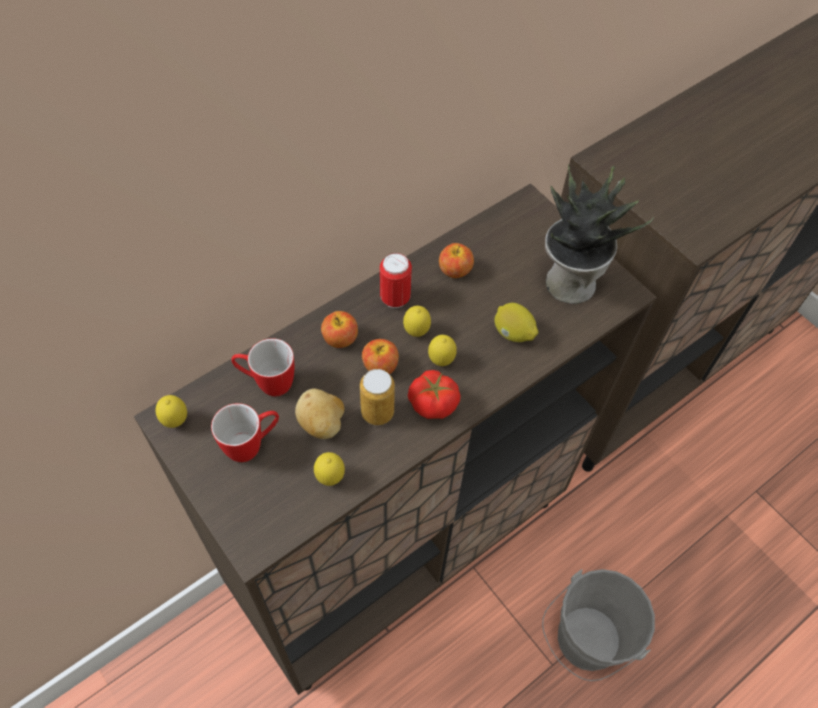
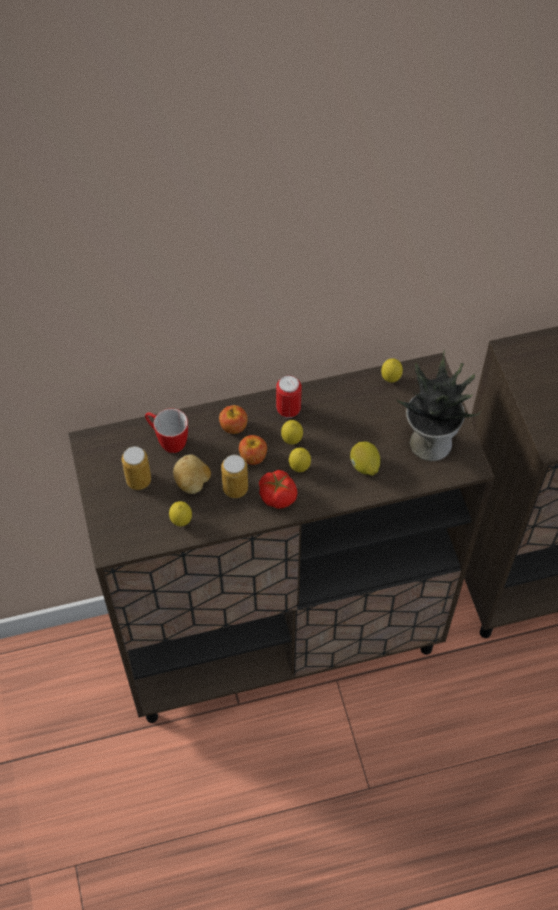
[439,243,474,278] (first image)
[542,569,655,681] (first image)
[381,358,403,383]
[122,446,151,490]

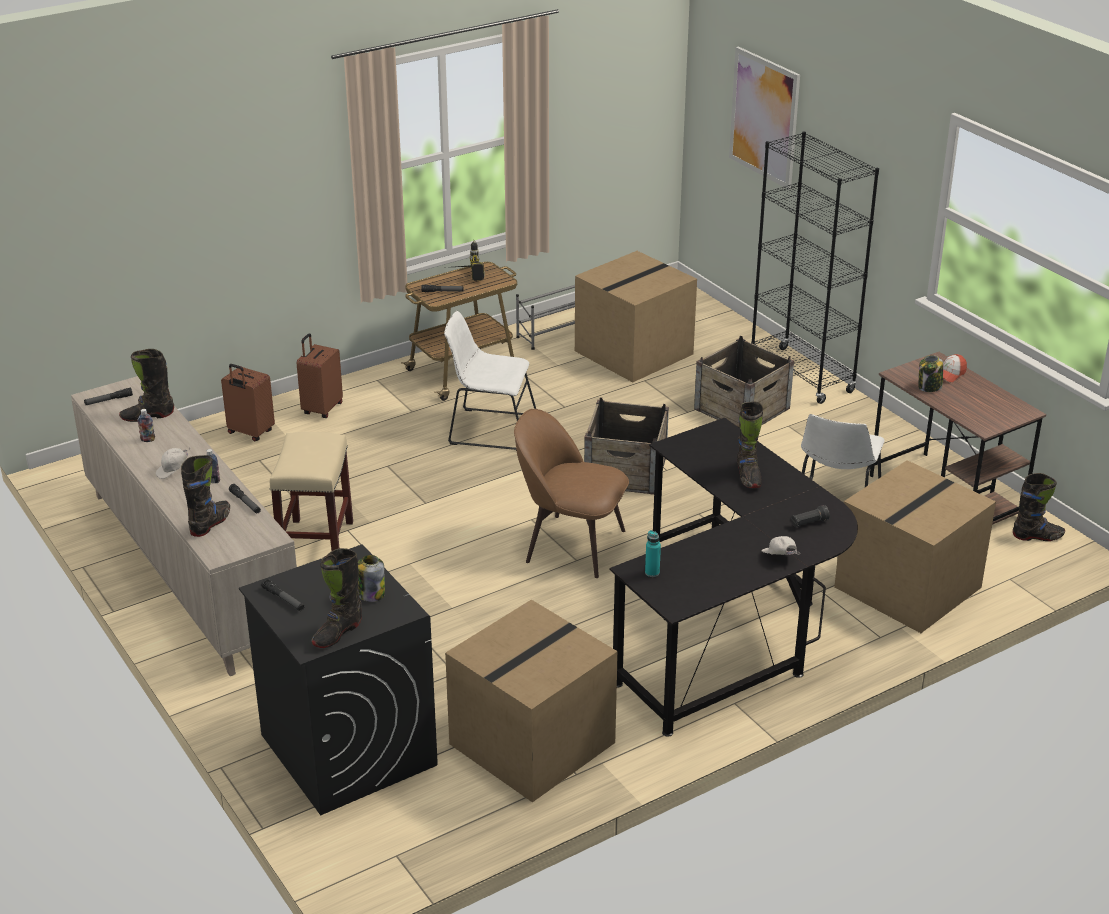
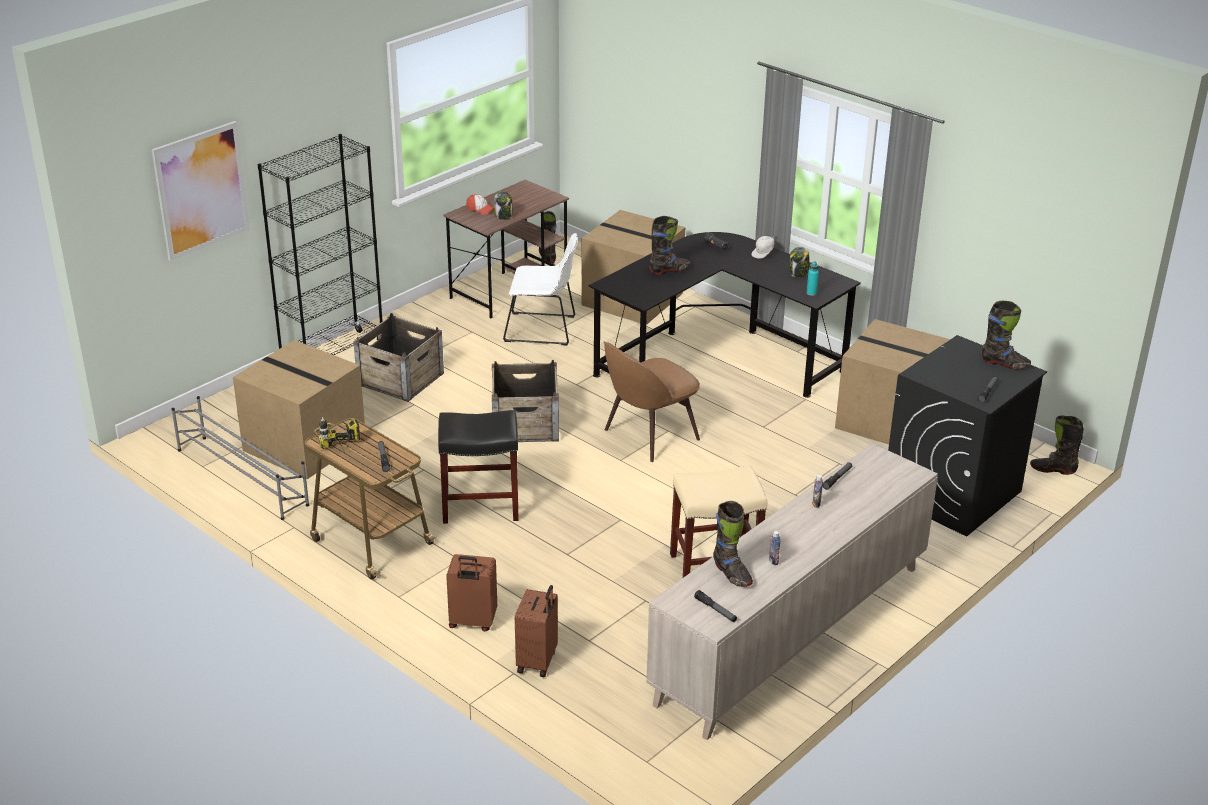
[156,447,191,479] (first image)
[1030,415,1084,475]
[790,247,810,277]
[438,410,519,524]
[604,342,700,462]

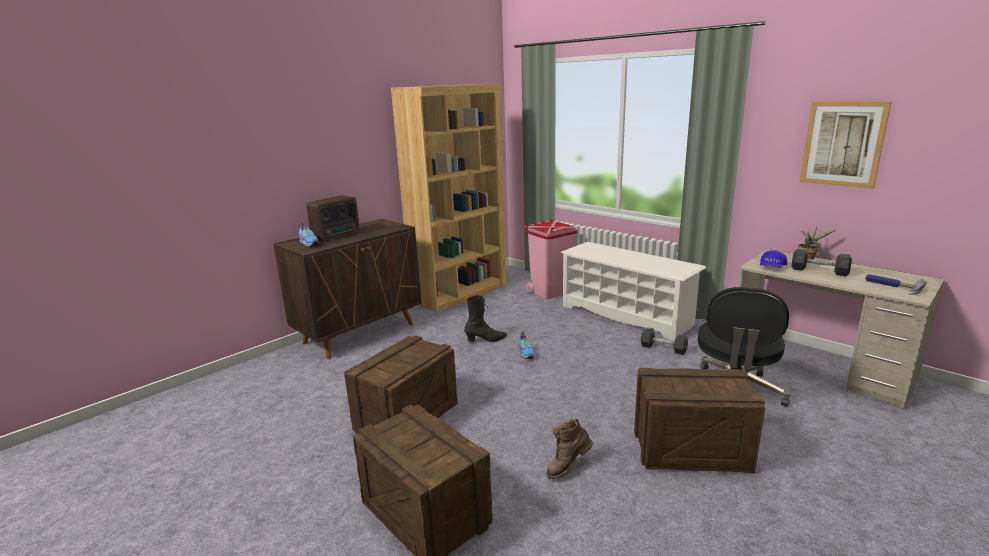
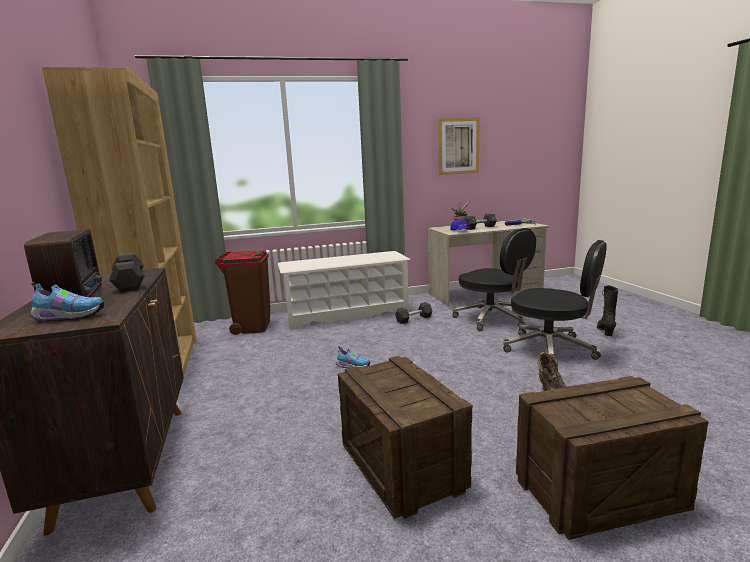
[109,253,145,292]
[597,285,618,336]
[503,240,607,367]
[215,250,270,335]

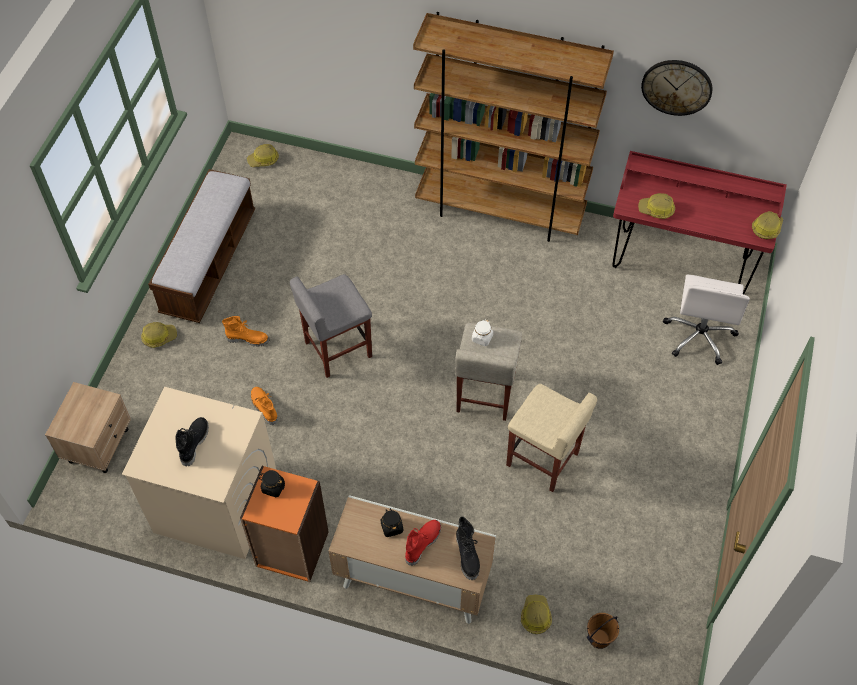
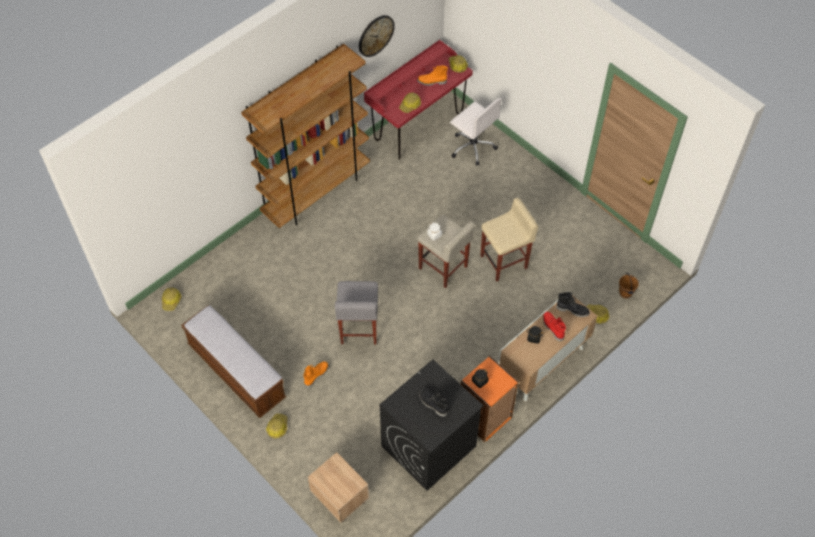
[417,65,448,86]
[380,359,483,491]

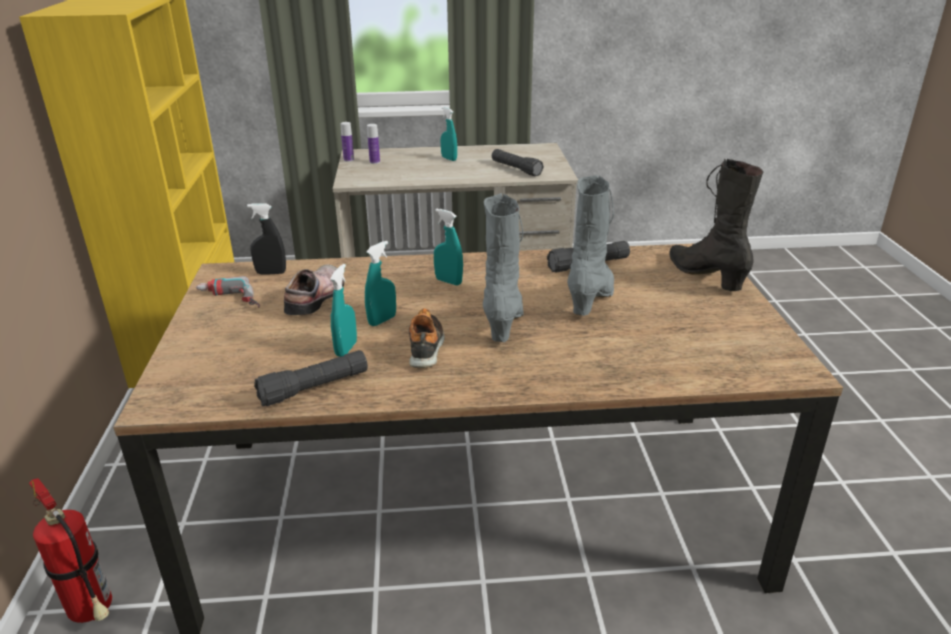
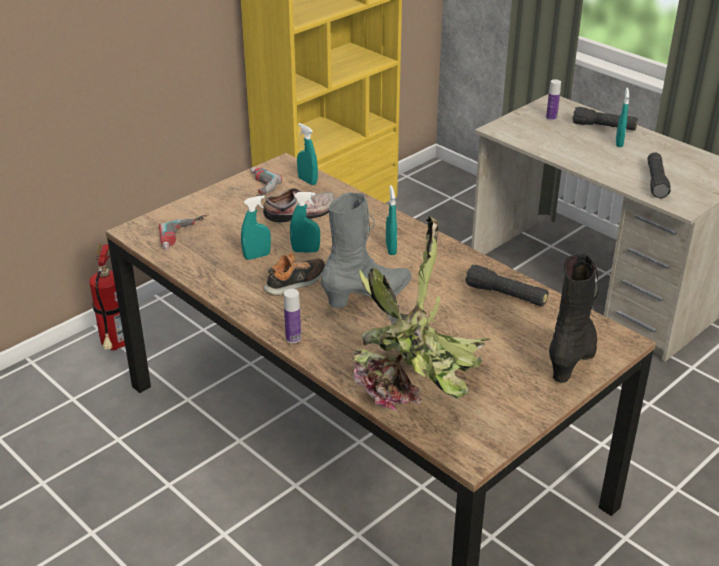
[567,175,614,316] (first image)
[159,215,208,250]
[351,216,490,411]
[573,107,638,130]
[284,289,301,343]
[297,123,318,185]

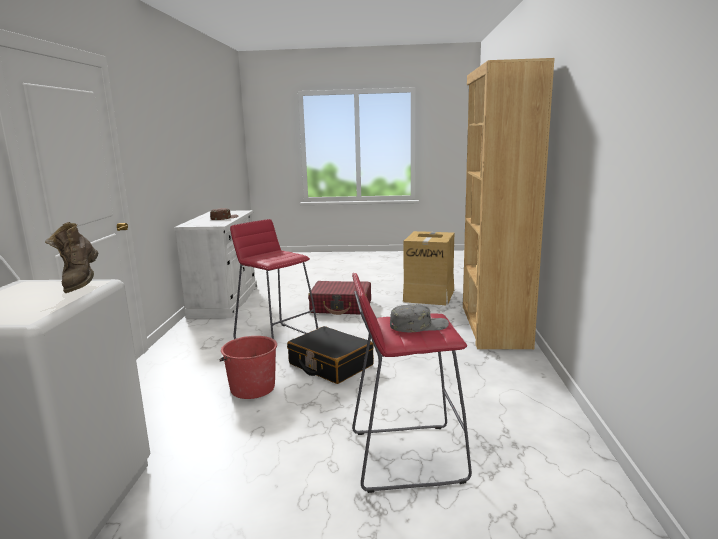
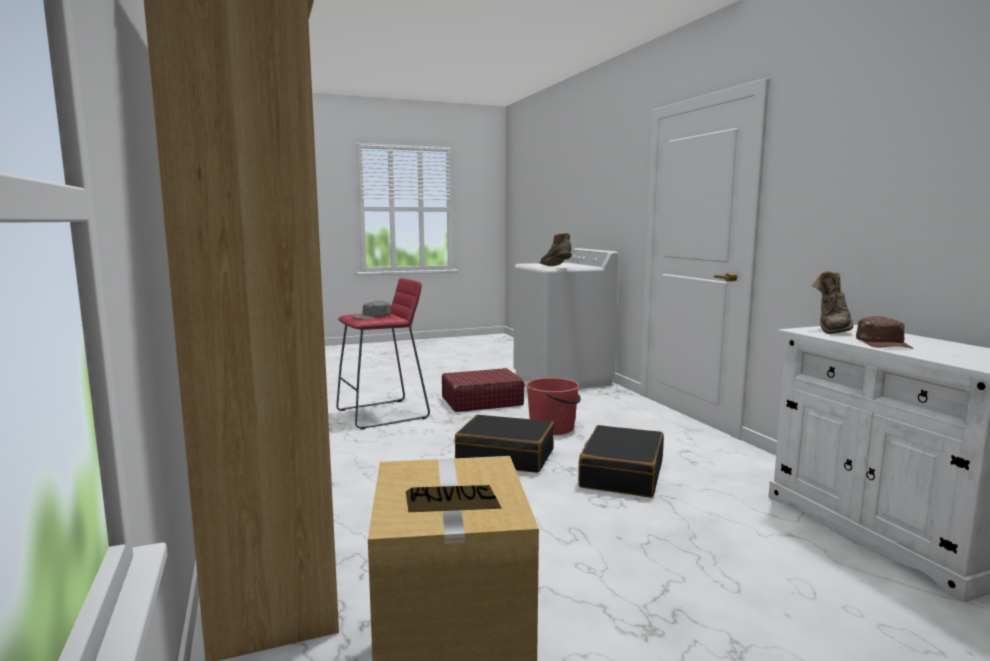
[812,271,853,334]
[442,368,525,412]
[578,425,664,498]

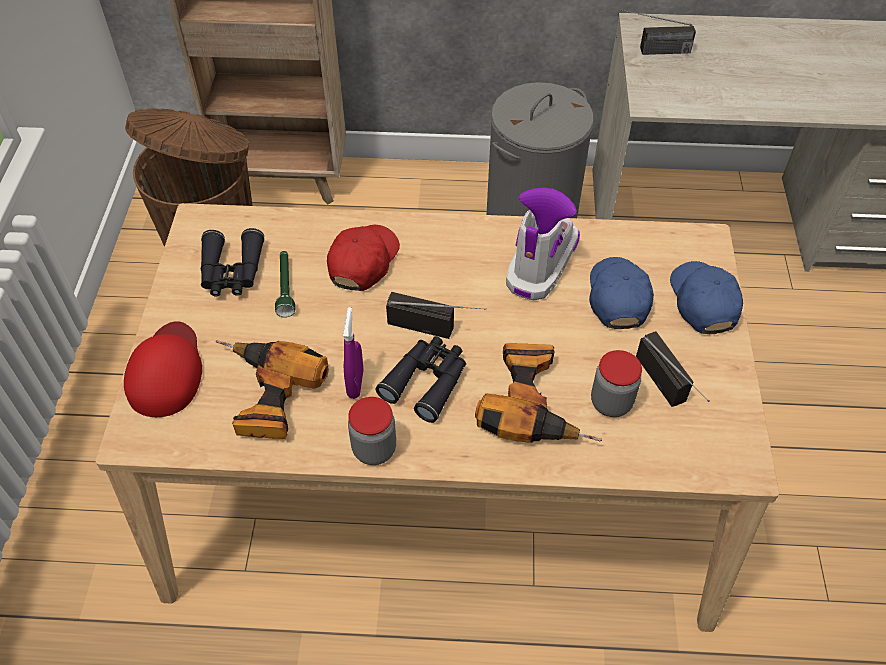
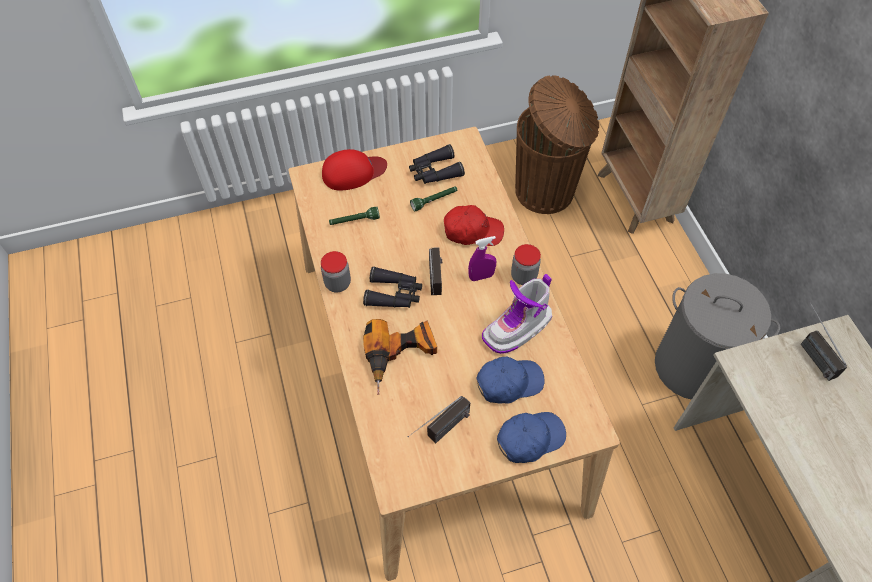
[468,236,496,281]
[511,244,541,285]
[329,207,380,225]
[482,274,552,354]

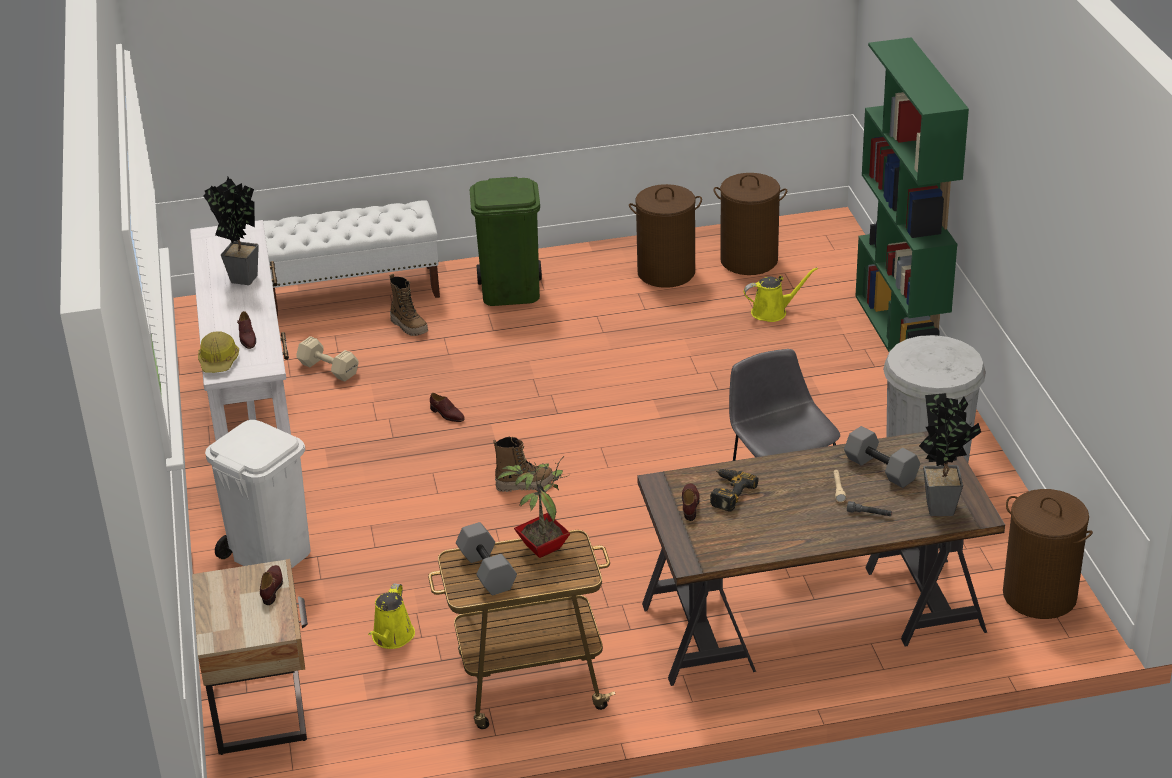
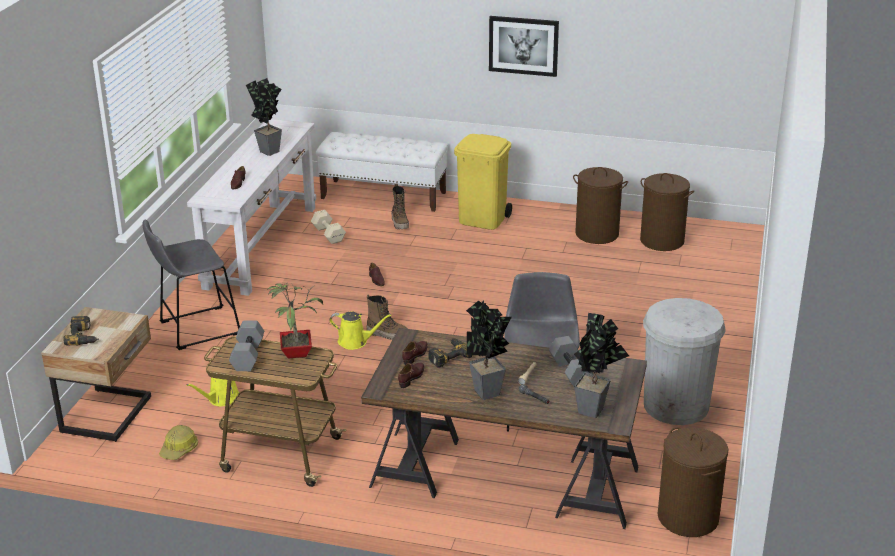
[855,37,969,352] (first image)
[63,316,99,345]
[466,300,512,400]
[489,16,559,77]
[159,425,198,460]
[398,363,424,388]
[329,311,392,350]
[142,220,240,350]
[454,134,512,230]

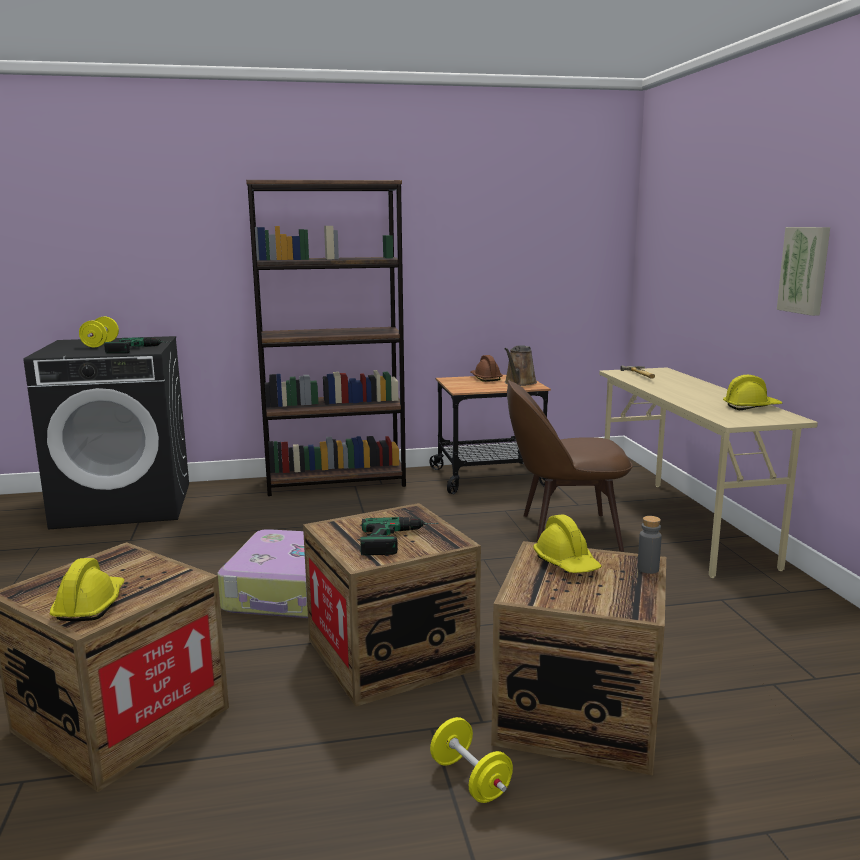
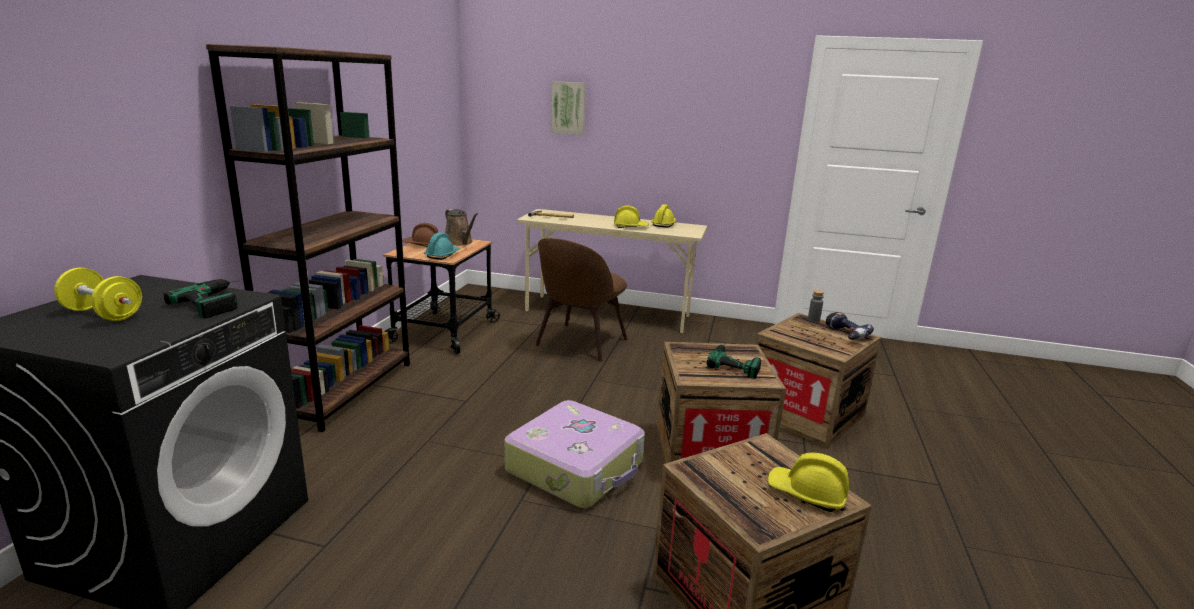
[430,717,513,803] (first image)
[424,232,461,260]
[826,312,874,340]
[614,206,649,228]
[551,81,586,135]

